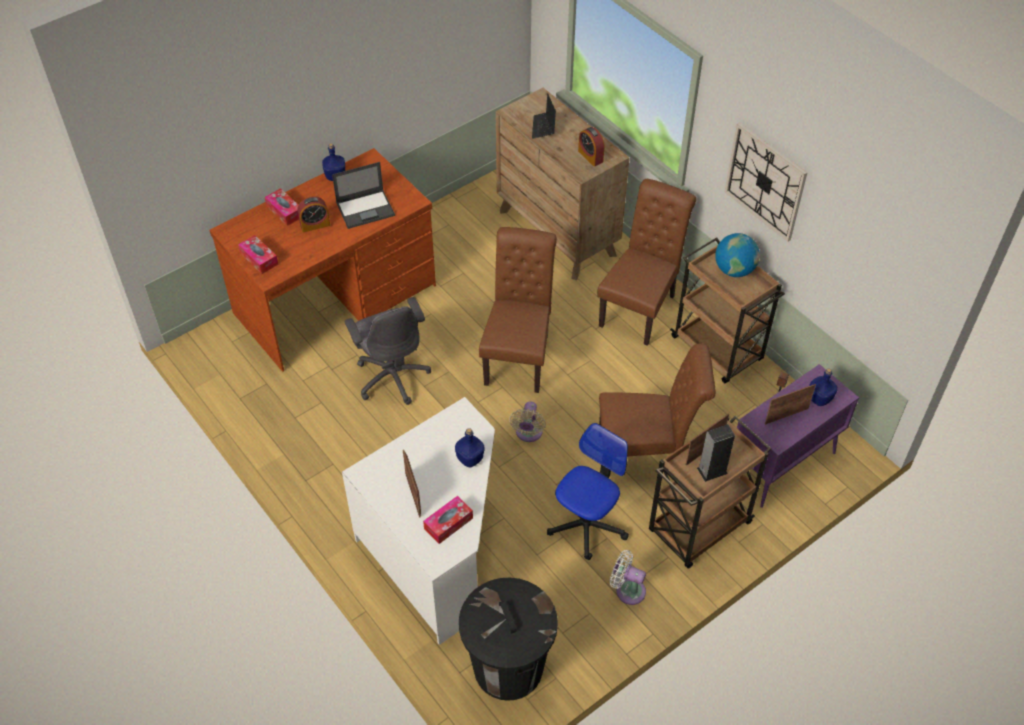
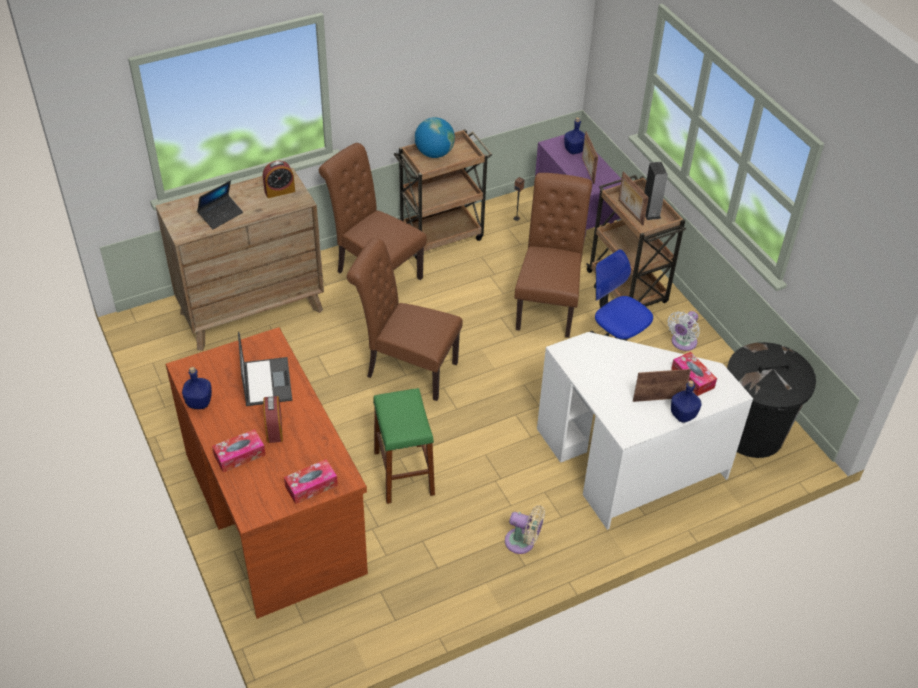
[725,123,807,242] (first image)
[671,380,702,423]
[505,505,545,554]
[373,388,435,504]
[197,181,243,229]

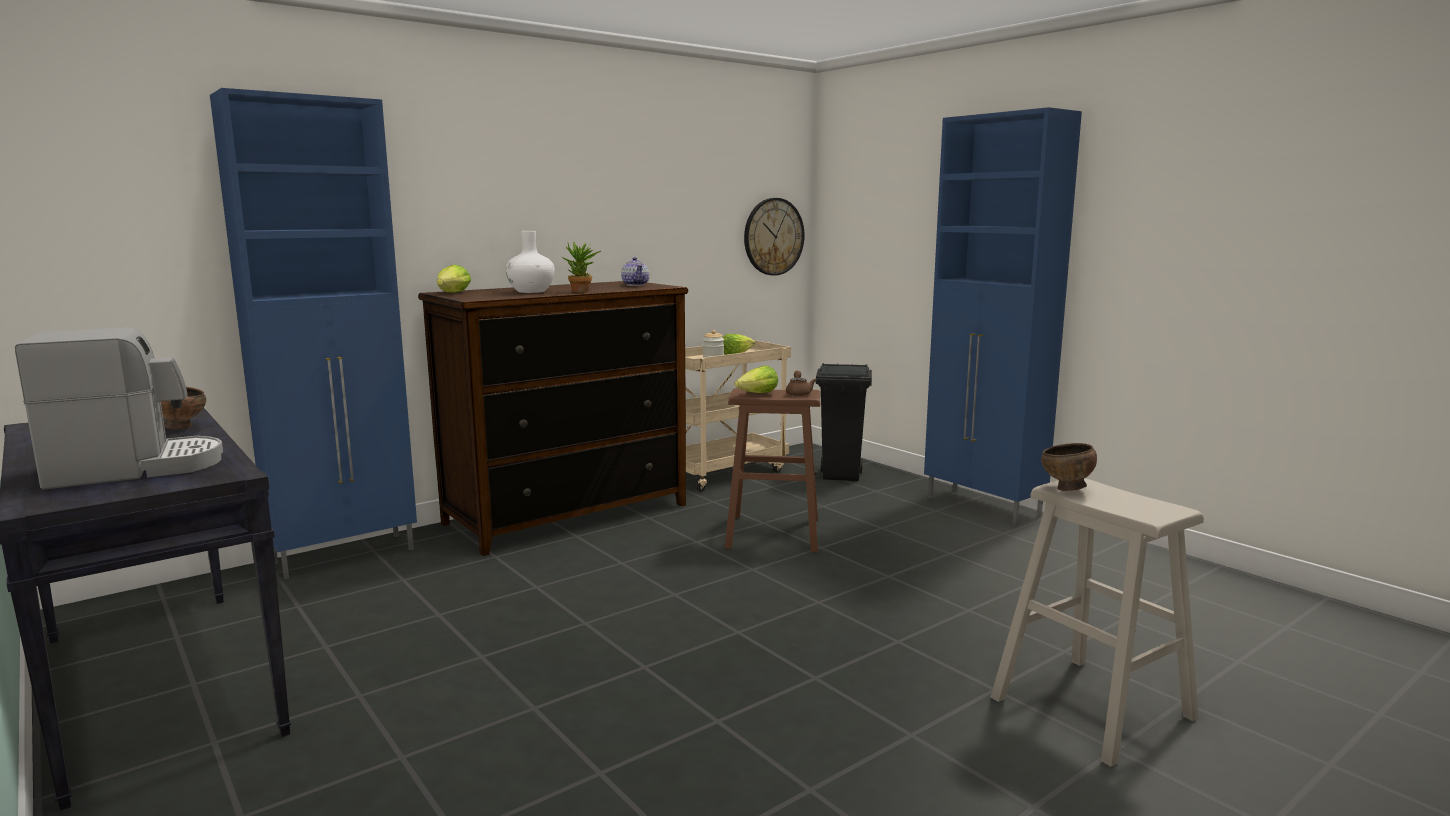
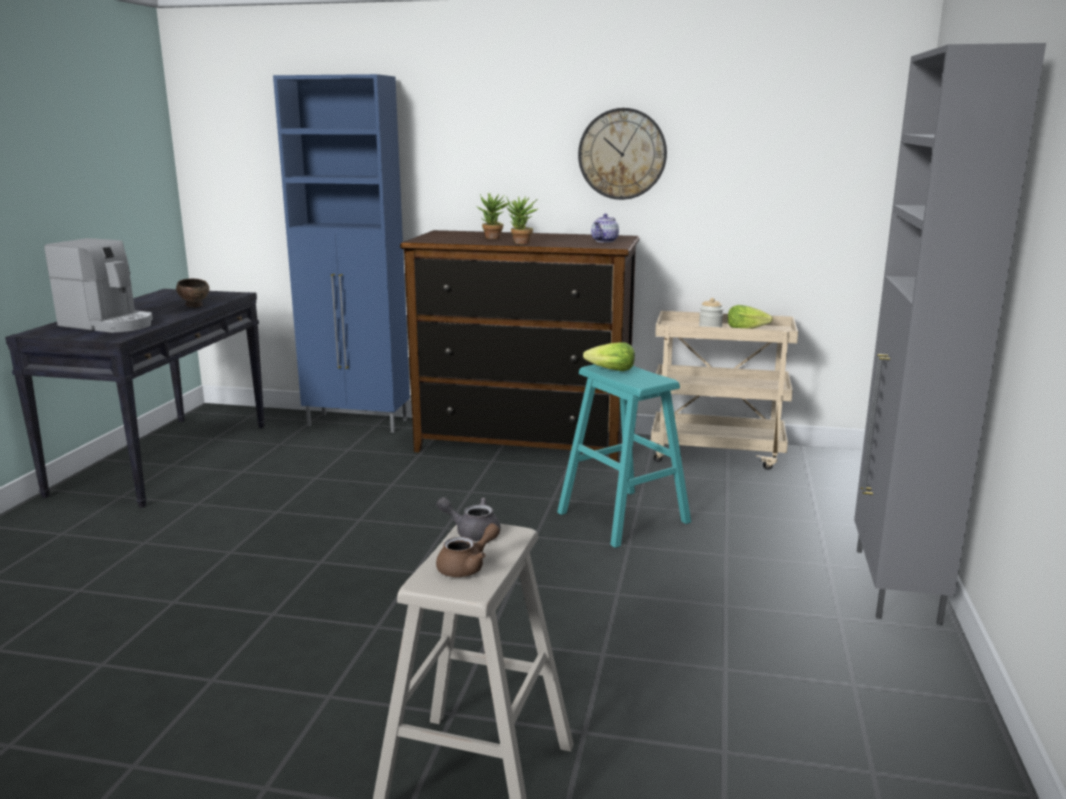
[437,265,471,293] (first image)
[816,363,872,481] (first image)
[578,108,667,200]
[436,523,500,577]
[478,193,509,239]
[437,497,501,541]
[557,364,691,548]
[854,43,1046,626]

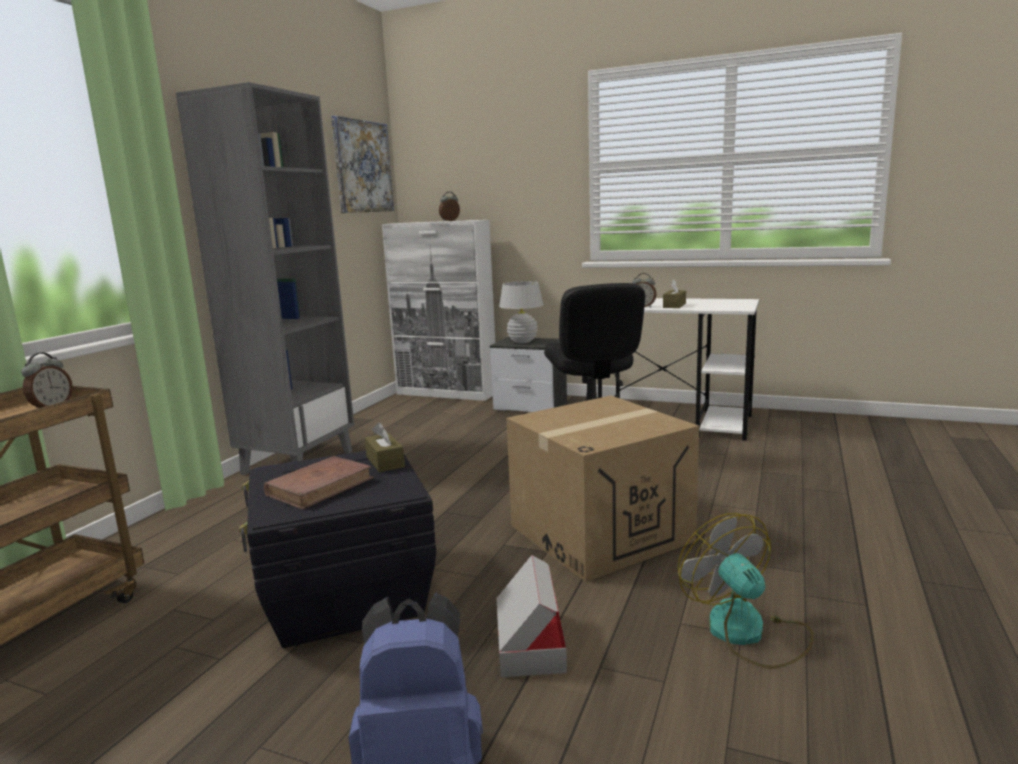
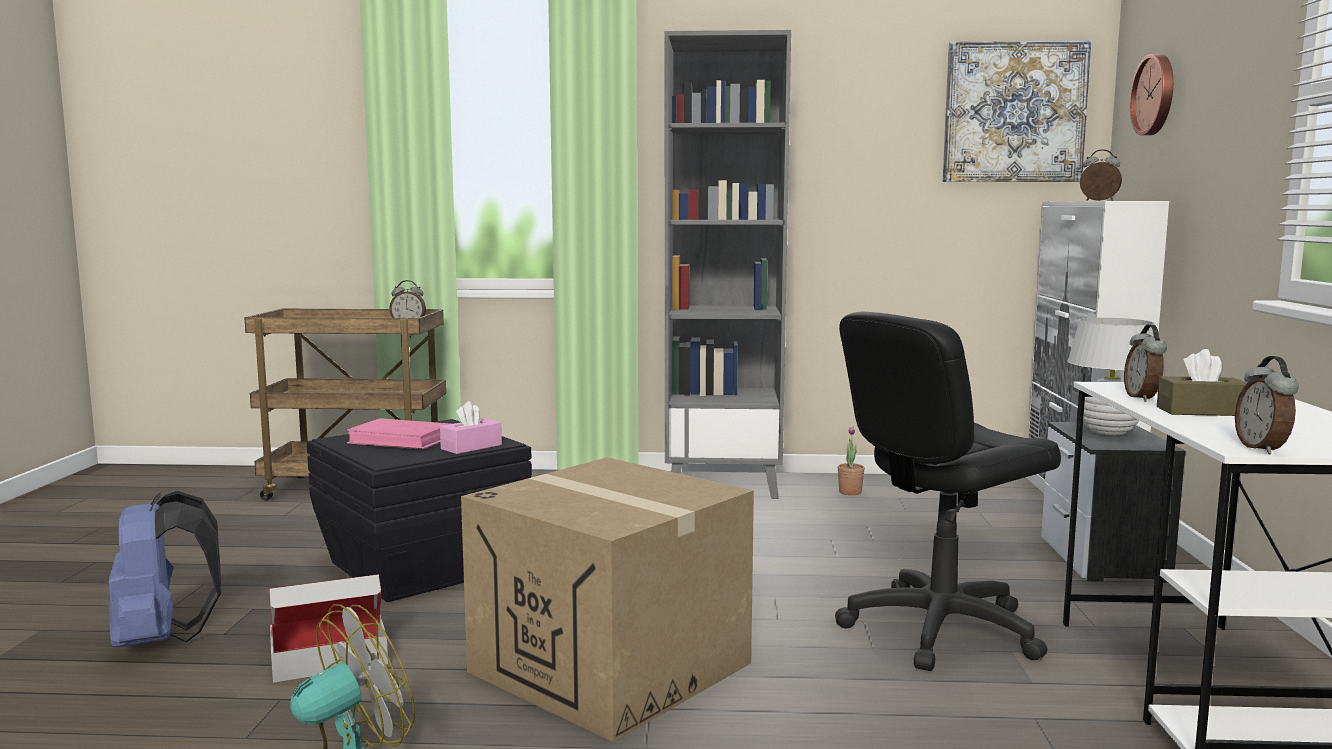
[838,426,865,495]
[1129,54,1173,135]
[1235,356,1299,455]
[346,418,450,449]
[440,401,502,454]

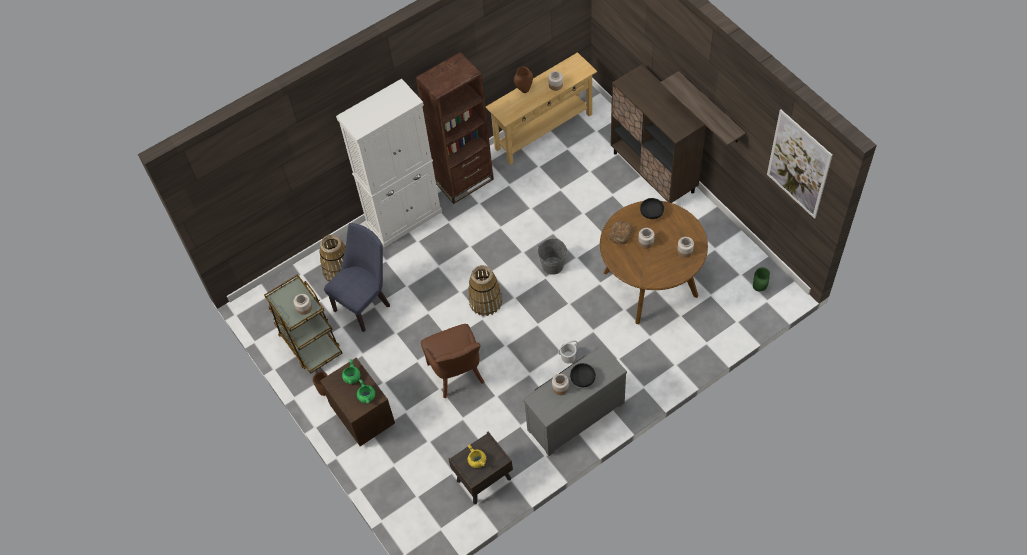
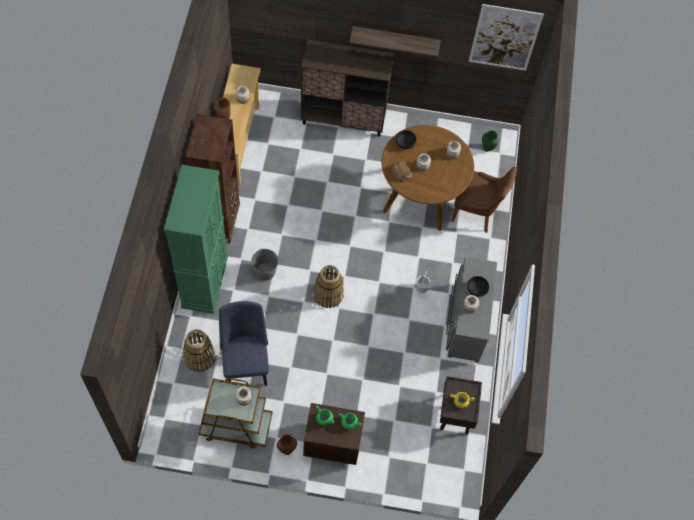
[452,167,517,233]
[252,249,278,281]
[164,165,228,314]

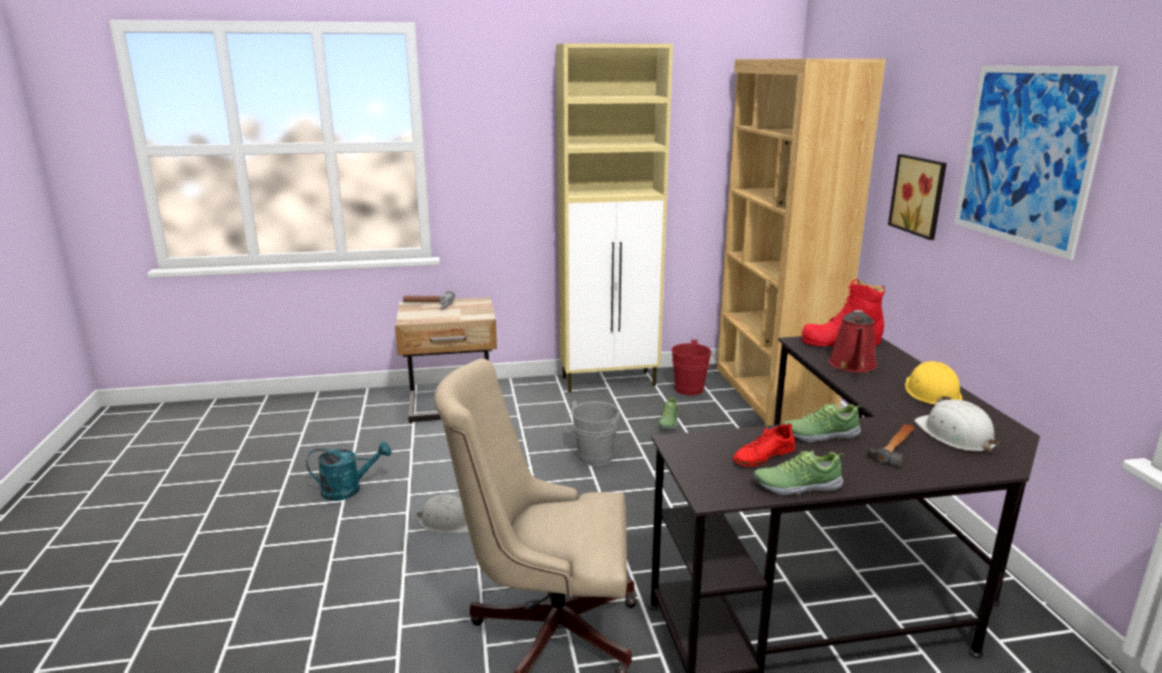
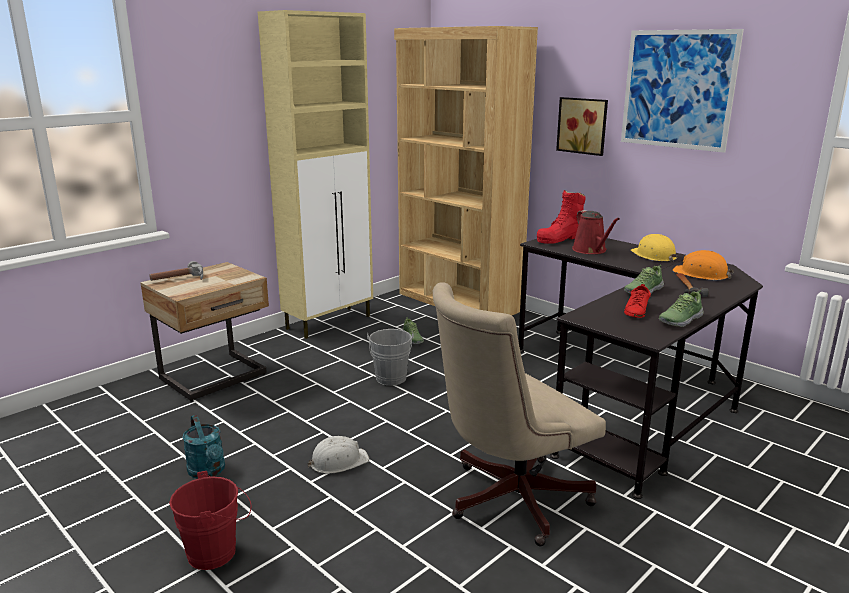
[169,471,251,570]
[673,250,734,280]
[182,415,225,479]

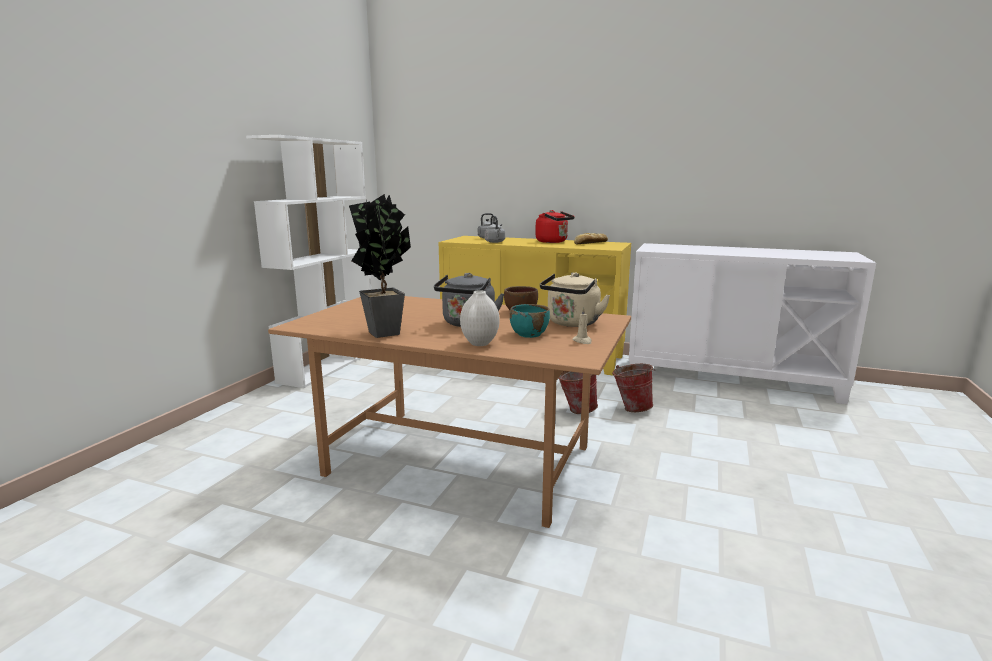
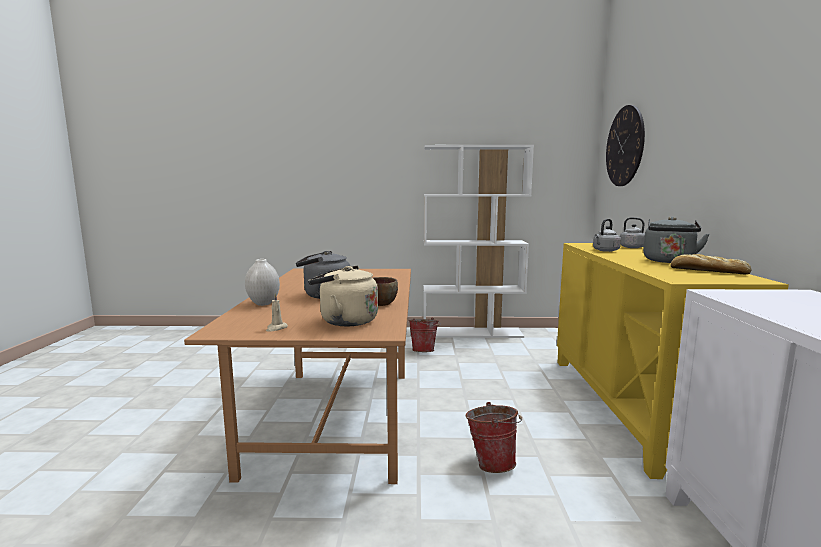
[349,194,411,338] (first image)
[510,304,550,338] (first image)
[606,105,645,186]
[408,317,441,352]
[643,217,710,263]

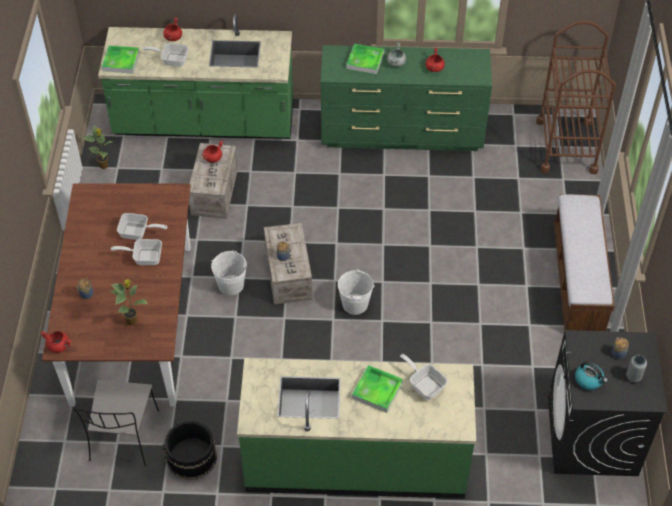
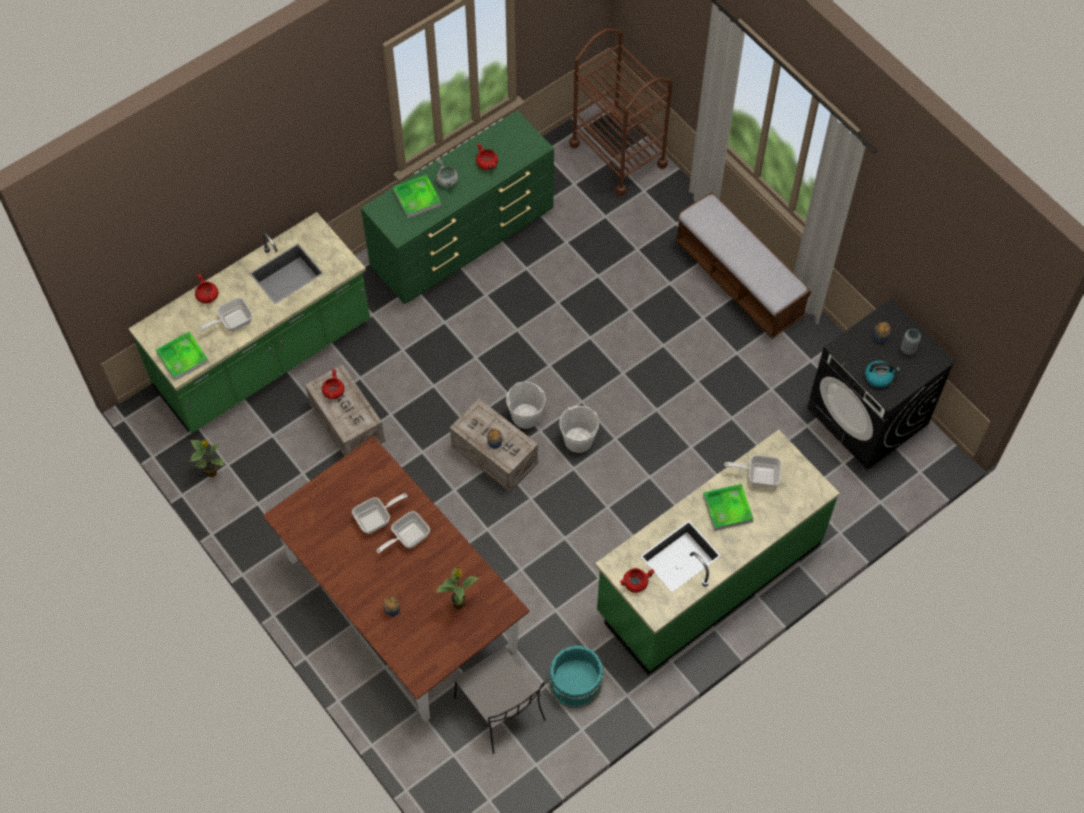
[620,568,655,593]
[506,382,546,429]
[549,646,604,708]

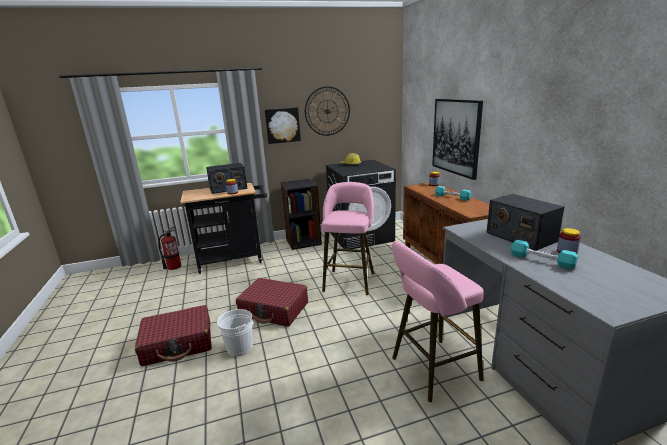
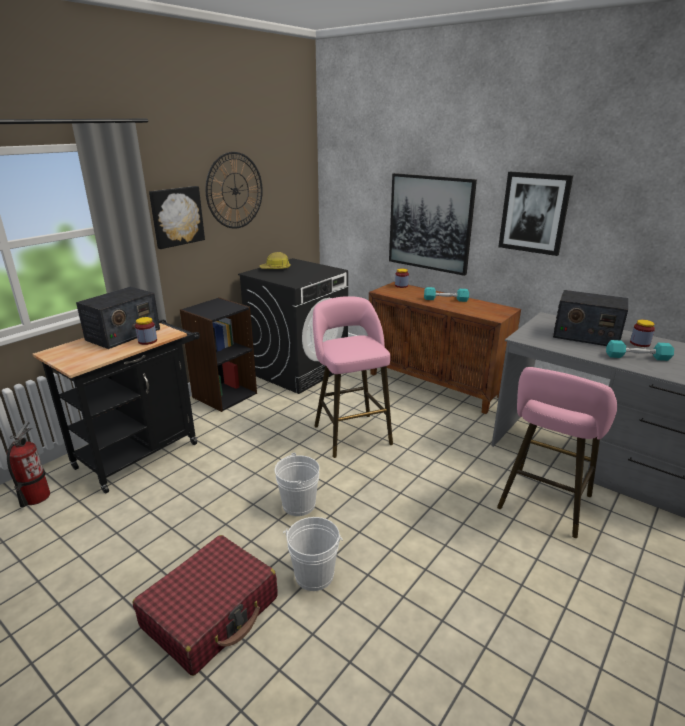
[498,172,573,256]
[275,452,320,516]

